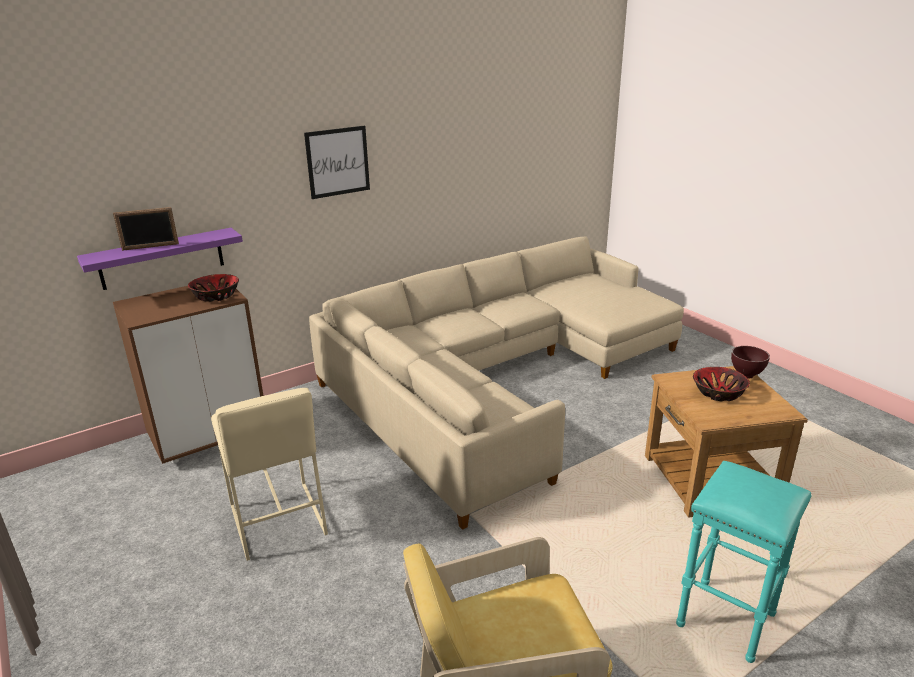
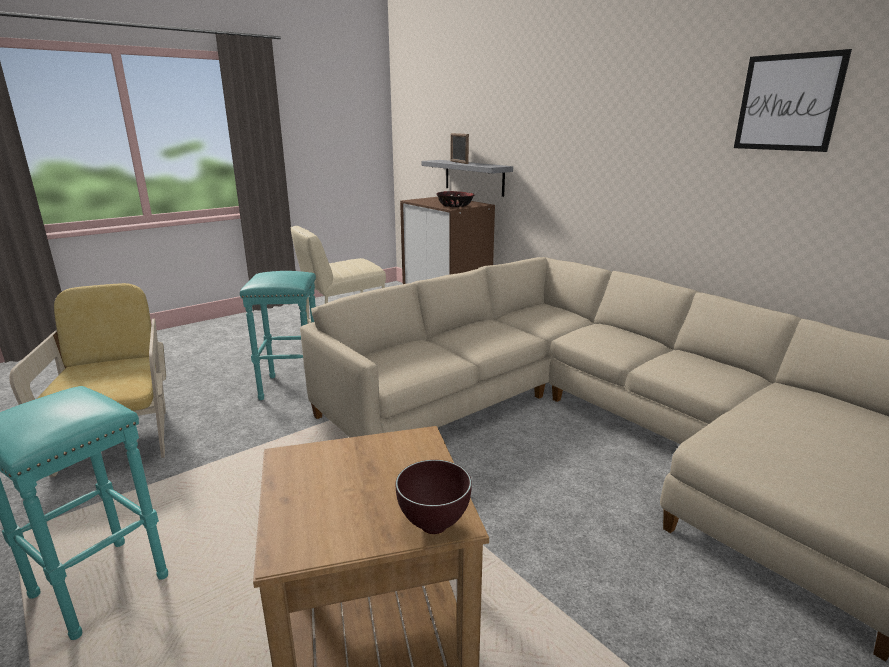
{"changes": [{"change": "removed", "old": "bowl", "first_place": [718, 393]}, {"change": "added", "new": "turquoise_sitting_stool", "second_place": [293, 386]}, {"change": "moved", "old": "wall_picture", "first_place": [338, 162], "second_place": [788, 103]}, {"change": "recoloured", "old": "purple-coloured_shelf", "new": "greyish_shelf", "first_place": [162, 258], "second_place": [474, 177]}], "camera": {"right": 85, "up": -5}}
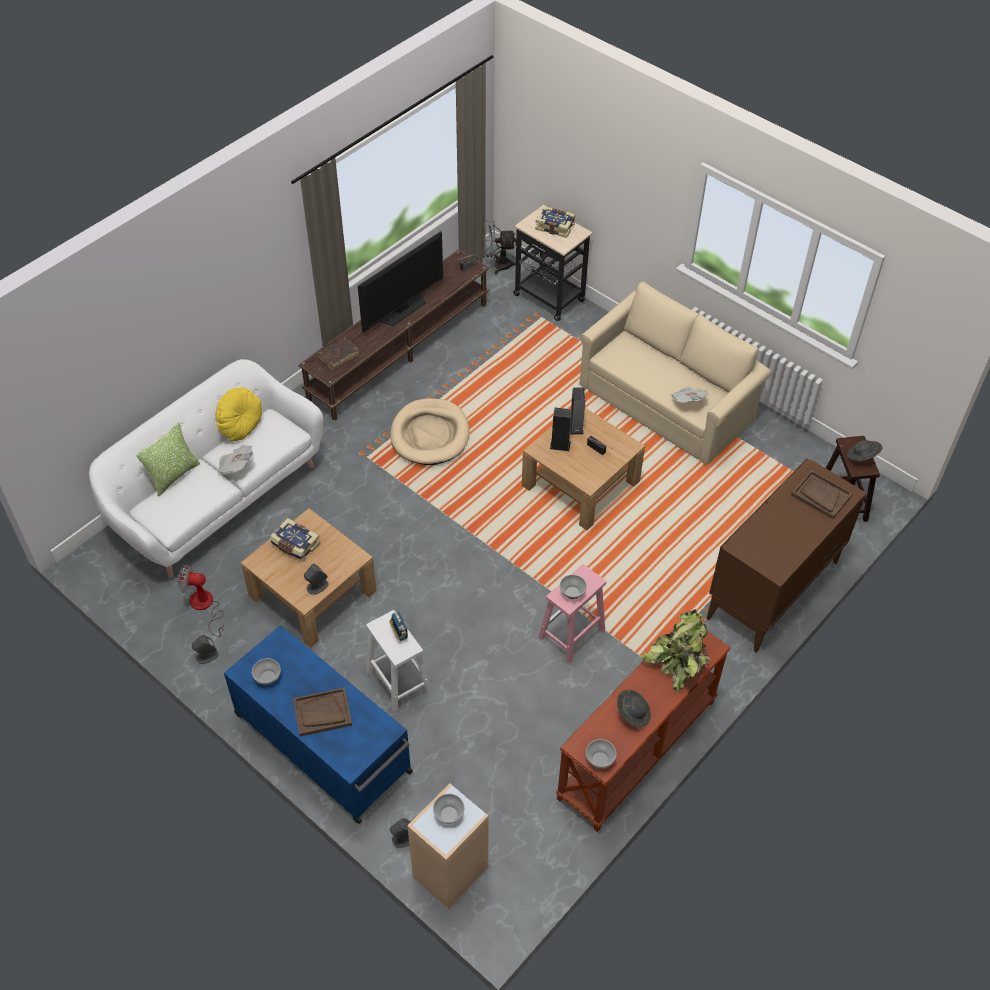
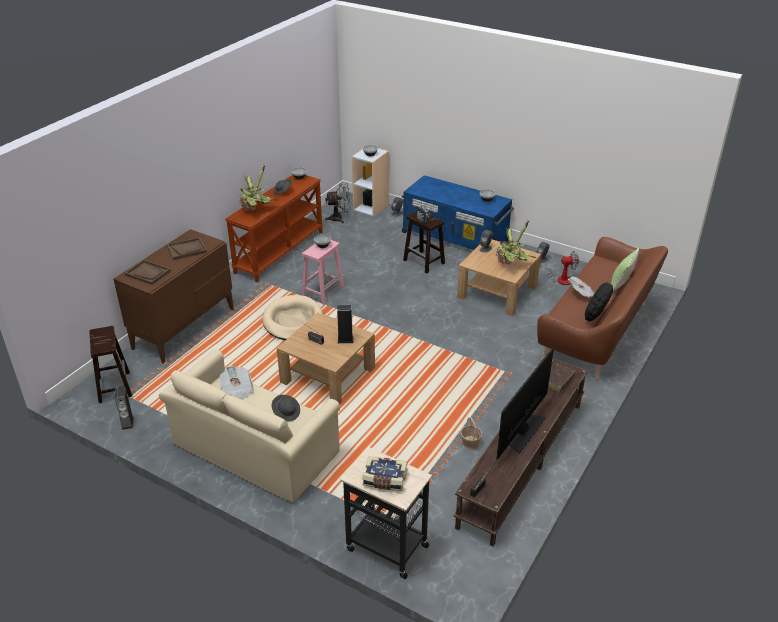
{"changes": [{"change": "added", "new": "storage_basket", "second_place": [470, 443]}, {"change": "moved", "old": "brown-coloured_carrying_tray", "first_place": [322, 713], "second_place": [187, 249]}, {"change": "moved", "old": "beige-coloured_dog_cushion", "first_place": [430, 435], "second_place": [293, 321]}, {"change": "moved", "old": "greyish_electric_fan", "first_place": [497, 265], "second_place": [340, 218]}, {"change": "moved", "old": "audio_speaker", "first_place": [576, 427], "second_place": [127, 423]}, {"change": "moved", "old": "greyish_clothing_hat", "first_place": [862, 456], "second_place": [286, 413]}, {"change": "replaced", "old": "book", "new": "plant_in_a_pot", "first_place": [295, 545], "second_place": [512, 264]}, {"change": "recoloured", "old": "white_couch", "new": "brown-coloured_couch", "first_place": [217, 499], "second_place": [597, 331]}, {"change": "recoloured", "old": "yellow-coloured_cushion", "new": "black_cushion", "first_place": [242, 429], "second_place": [596, 316]}, {"change": "recoloured", "old": "white_sitting_stool", "new": "brown-coloured_sitting_stool", "first_place": [397, 681], "second_place": [424, 262]}], "camera": {"right": 170, "up": -15}}
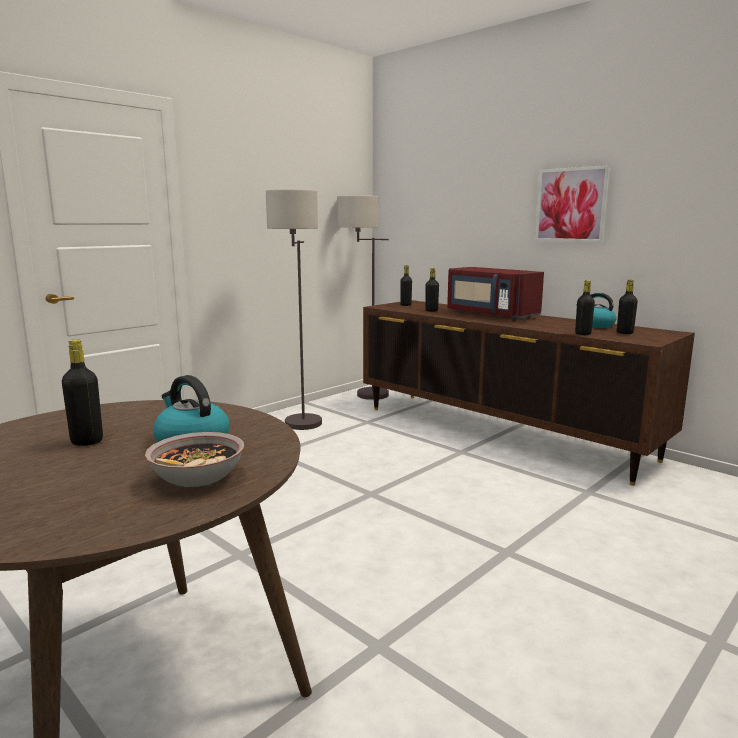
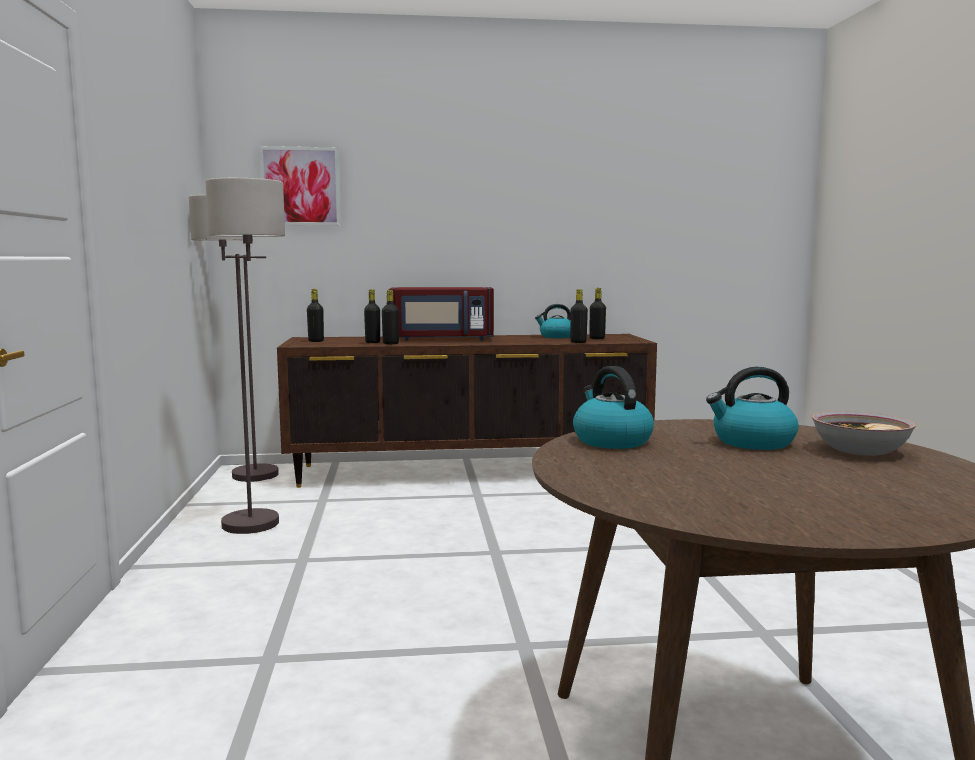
{"changes": [{"change": "added", "new": "tea_kettle", "second_place": [611, 441]}, {"change": "moved", "old": "black_drink_bottle", "first_place": [87, 441], "second_place": [390, 343]}, {"change": "moved", "old": "wall_picture", "first_place": [571, 205], "second_place": [300, 186]}], "camera": {"right": -50, "up": -5}}
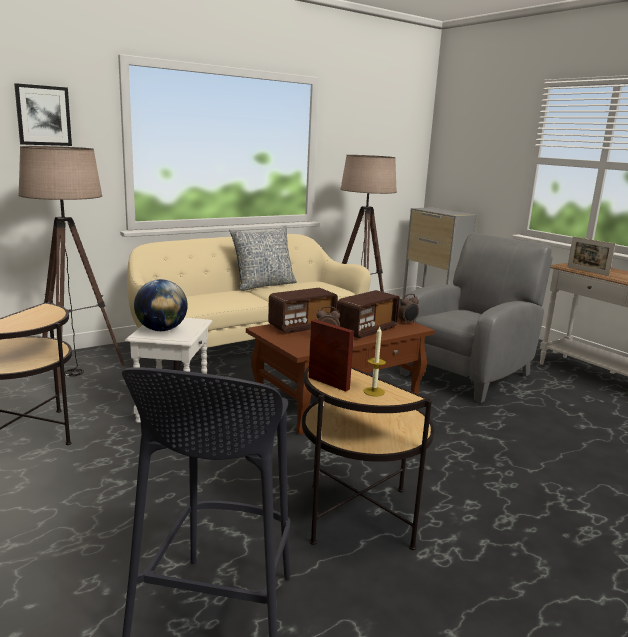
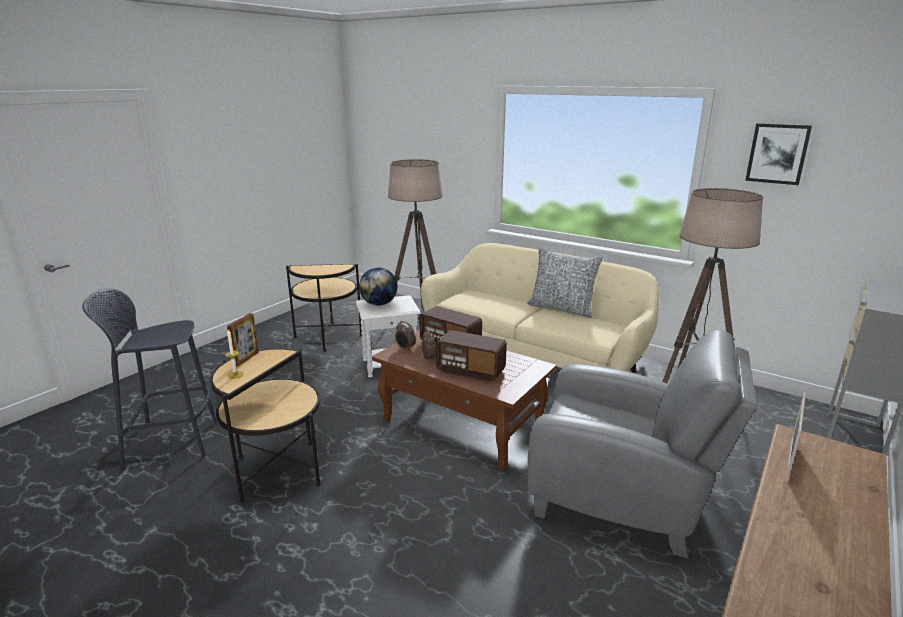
{"changes": [{"change": "moved", "old": "wall_picture", "first_place": [43, 115], "second_place": [777, 153]}, {"change": "moved", "old": "alarm_clock", "first_place": [407, 323], "second_place": [405, 349]}], "camera": {"right": 70, "up": 5}}
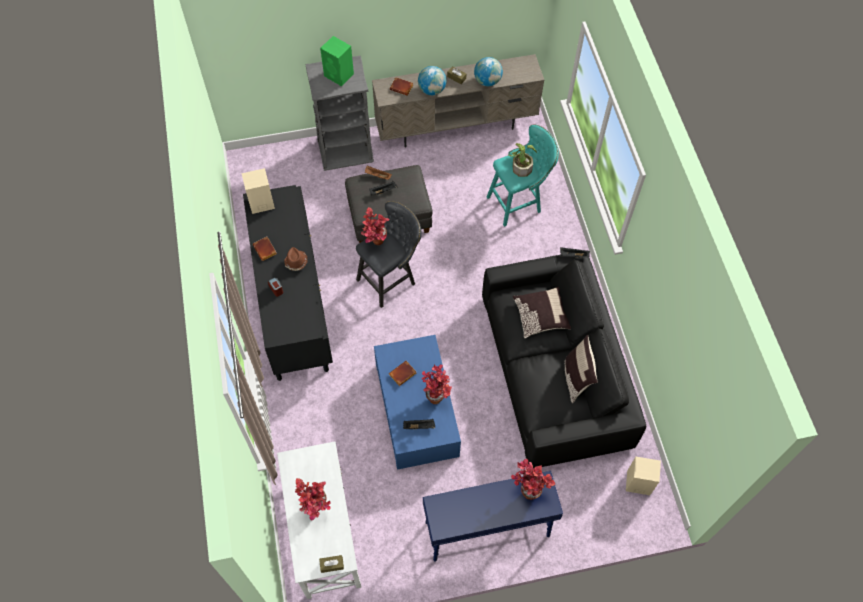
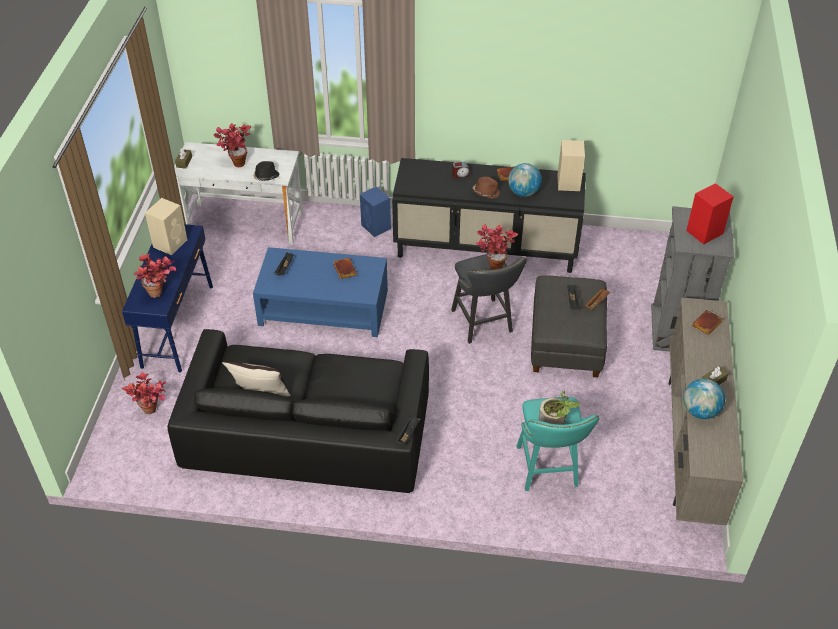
{"changes": [{"change": "removed", "old": "cushion", "first_place": [540, 316]}, {"change": "added", "new": "black_clothing_hat", "second_place": [266, 176]}, {"change": "added", "new": "bluish_audio_speaker", "second_place": [376, 227]}, {"change": "moved", "old": "world_globe", "first_place": [432, 90], "second_place": [523, 192]}, {"change": "moved", "old": "plant_in_a_pot", "first_place": [436, 395], "second_place": [153, 412]}, {"change": "moved", "old": "beige-coloured_audio_speaker", "first_place": [637, 482], "second_place": [170, 243]}, {"change": "recoloured", "old": "greenish_audio_speaker", "new": "red_audio_speaker", "first_place": [339, 75], "second_place": [704, 232]}], "camera": {"right": 110, "up": -15}}
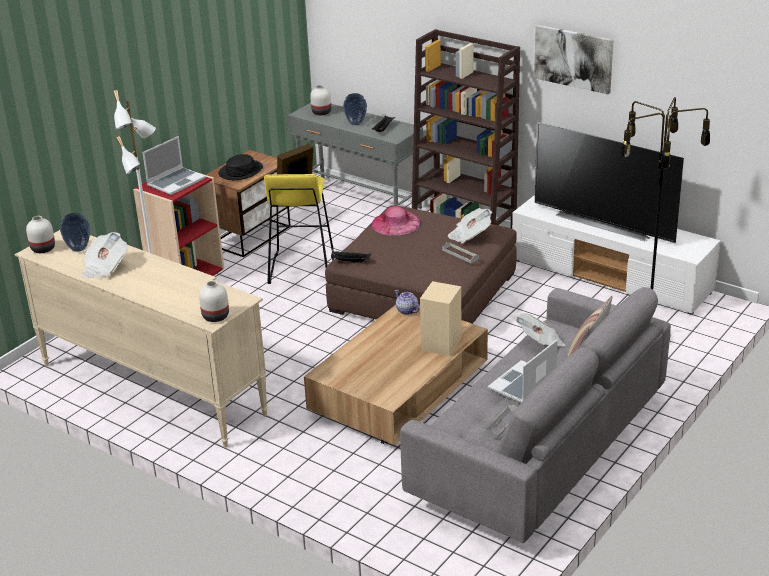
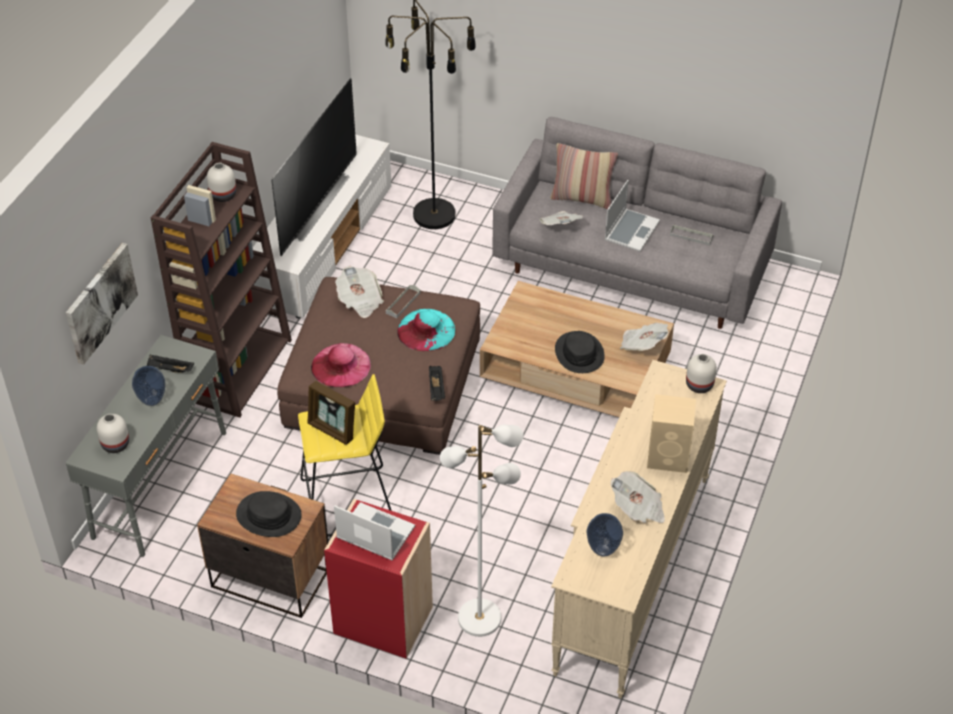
{"changes": [{"change": "removed", "old": "teapot", "first_place": [406, 310]}, {"change": "added", "new": "turquoise_clothing_hat", "second_place": [426, 330]}, {"change": "added", "new": "black_clothing_hat", "second_place": [579, 353]}, {"change": "added", "new": "daily_paper", "second_place": [642, 345]}, {"change": "moved", "old": "white_decorative_vase", "first_place": [43, 249], "second_place": [223, 195]}, {"change": "moved", "old": "beige-coloured_audio_speaker", "first_place": [441, 344], "second_place": [669, 457]}, {"change": "moved", "old": "wall_picture", "first_place": [573, 58], "second_place": [100, 302]}, {"change": "turned", "old": "portable_computer", "first_place": [522, 385], "second_place": [631, 230], "degrees": -90}], "camera": {"right": -105, "up": 15}}
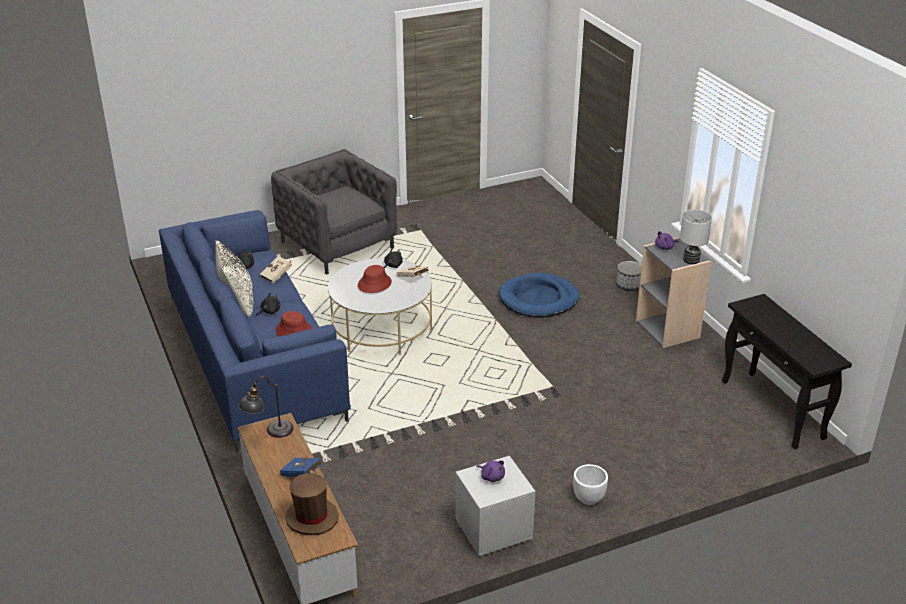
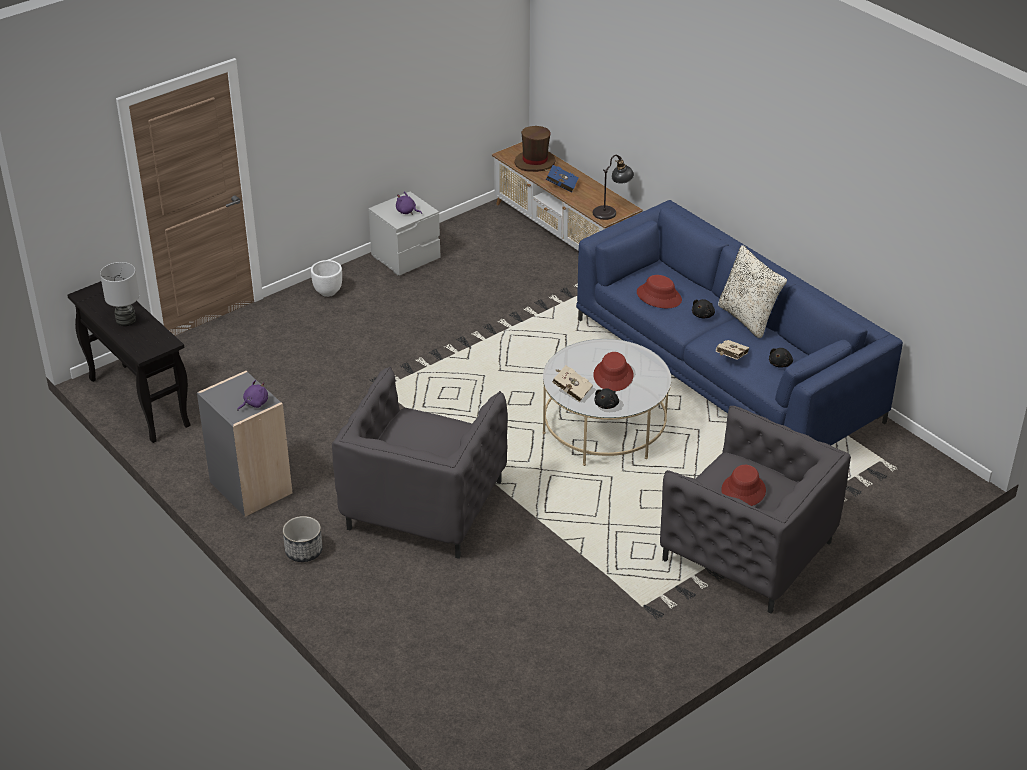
{"changes": [{"change": "added", "new": "red_clothing_hat", "second_place": [743, 490]}, {"change": "moved", "old": "greyish_lamp_for_a_table", "first_place": [691, 260], "second_place": [126, 320]}, {"change": "replaced", "old": "bluish_dog_cushion", "new": "greyish_armchair", "first_place": [539, 299], "second_place": [424, 505]}], "camera": {"right": 165, "up": 5}}
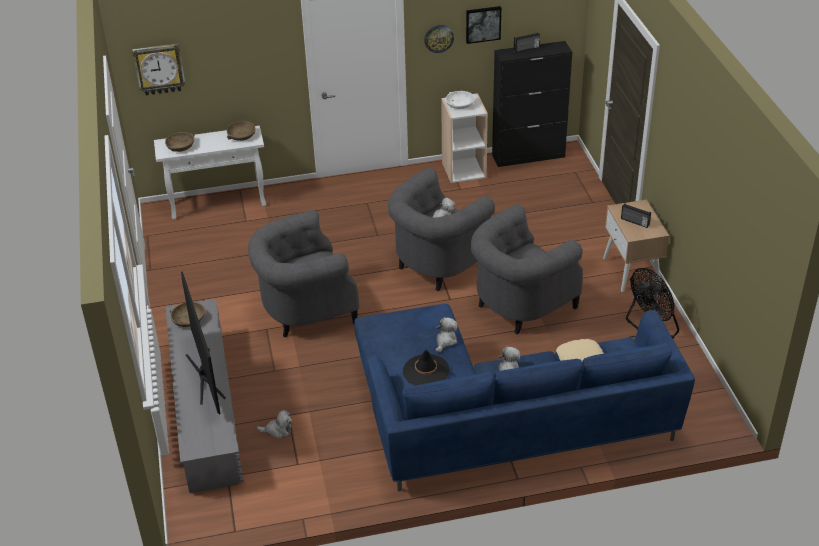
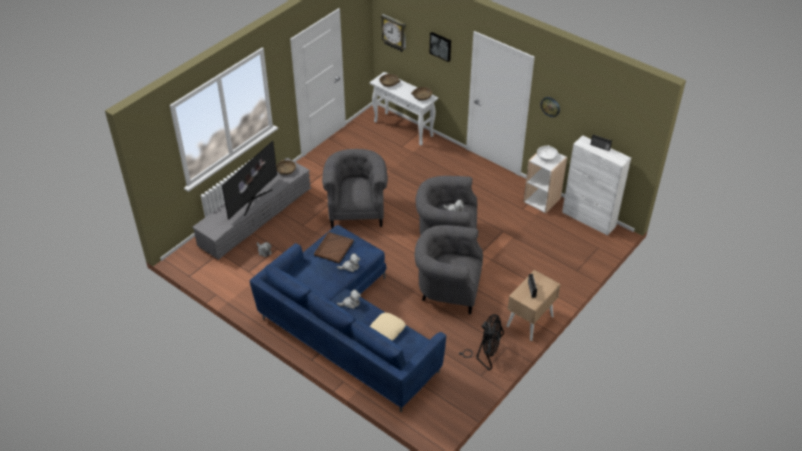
{"changes": [{"change": "removed", "old": "black_clothing_hat", "first_place": [426, 371]}, {"change": "added", "new": "brown-coloured_carrying_tray", "second_place": [333, 248]}, {"change": "moved", "old": "wall_picture", "first_place": [483, 24], "second_place": [441, 46]}, {"change": "recoloured", "old": "black_cupboard", "new": "white_cupboard", "first_place": [529, 156], "second_place": [589, 219]}, {"change": "turned", "old": "greyish_armchair", "first_place": [306, 310], "second_place": [356, 209], "degrees": 60}], "camera": {"right": 50, "up": 5}}
